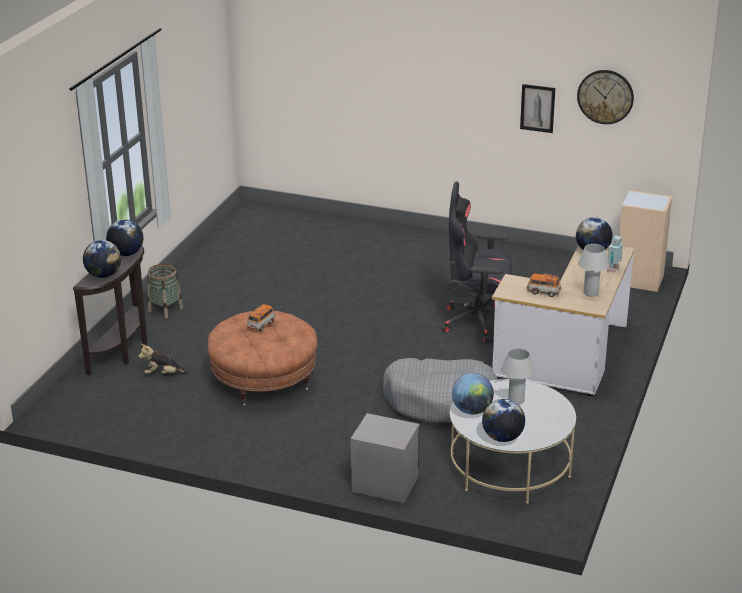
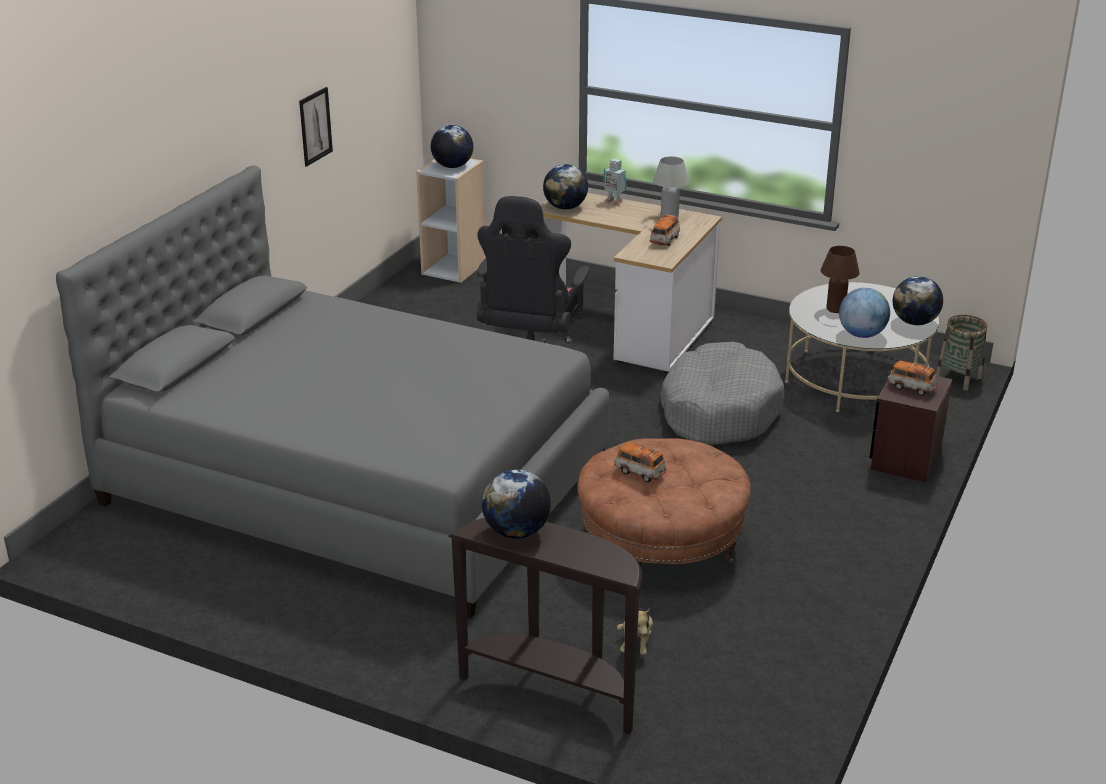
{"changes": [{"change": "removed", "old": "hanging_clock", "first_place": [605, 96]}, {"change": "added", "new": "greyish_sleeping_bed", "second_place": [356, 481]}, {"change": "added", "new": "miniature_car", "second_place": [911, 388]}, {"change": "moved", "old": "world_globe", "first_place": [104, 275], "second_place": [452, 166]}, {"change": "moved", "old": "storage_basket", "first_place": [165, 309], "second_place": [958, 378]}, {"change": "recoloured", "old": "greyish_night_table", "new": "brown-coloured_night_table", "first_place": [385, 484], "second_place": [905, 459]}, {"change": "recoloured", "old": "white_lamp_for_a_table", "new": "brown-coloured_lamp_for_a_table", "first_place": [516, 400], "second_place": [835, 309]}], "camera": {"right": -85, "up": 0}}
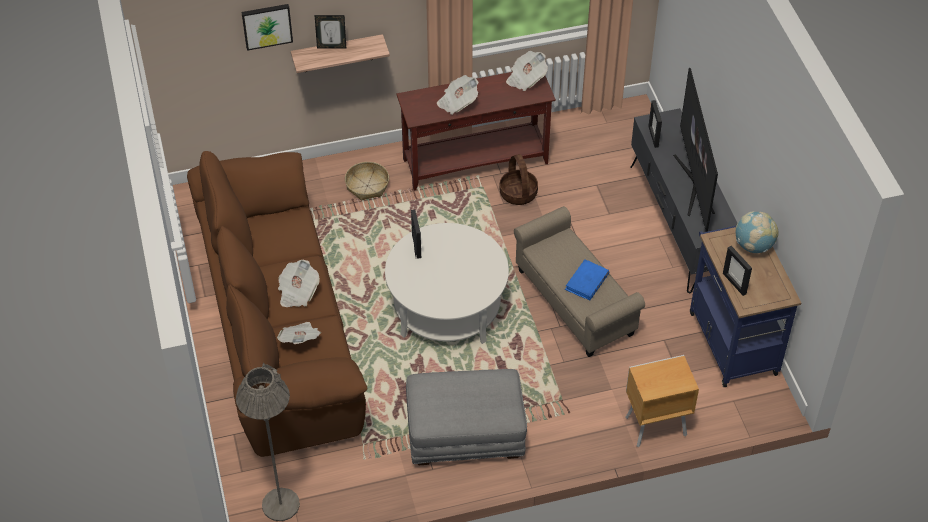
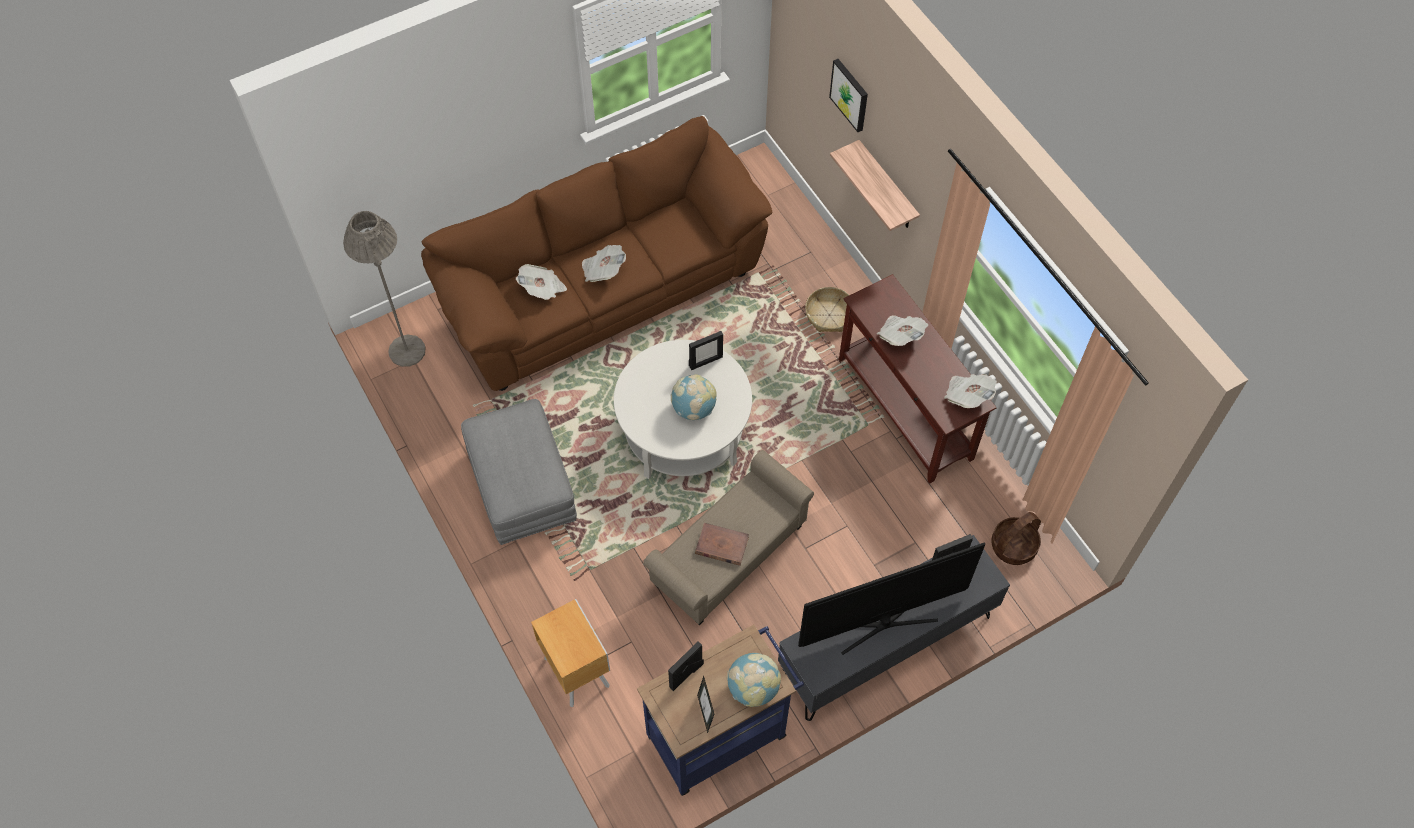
{"changes": [{"change": "added", "new": "world_globe", "second_place": [693, 409]}, {"change": "moved", "old": "picture_frame", "first_place": [331, 46], "second_place": [705, 713]}, {"change": "moved", "old": "storage_basket", "first_place": [518, 193], "second_place": [1013, 545]}, {"change": "recoloured", "old": "bluish_book", "new": "brown-coloured_book", "first_place": [587, 282], "second_place": [721, 545]}], "camera": {"right": 75, "up": 10}}
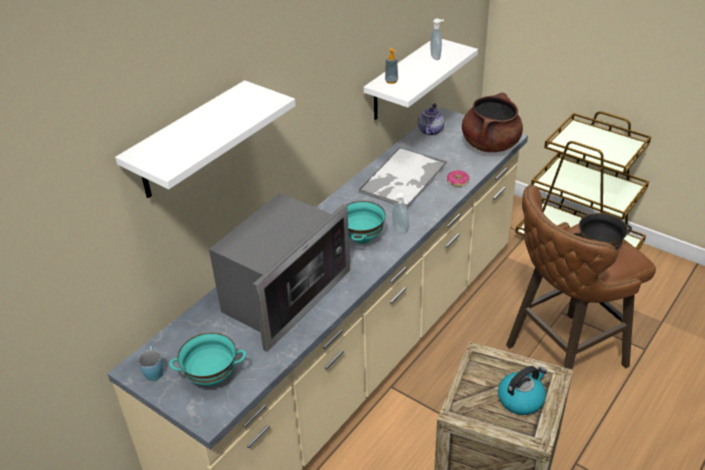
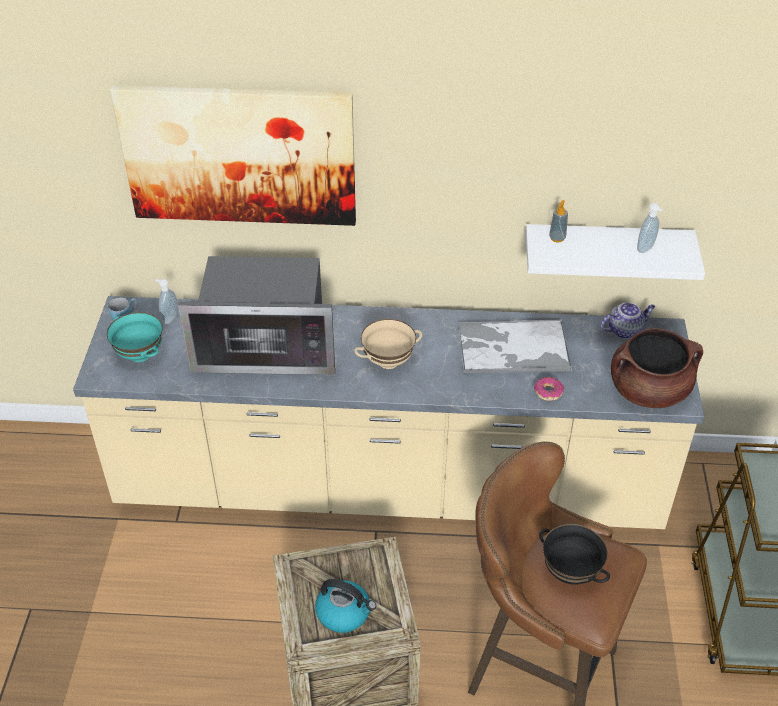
{"changes": [{"change": "moved", "old": "liquid_soap_bottle", "first_place": [399, 230], "second_place": [169, 318]}, {"change": "replaced", "old": "white_shelf", "new": "wall_picture", "first_place": [189, 141], "second_place": [239, 155]}, {"change": "recoloured", "old": "turquoise_bowl", "new": "beige-coloured_bowl", "first_place": [362, 238], "second_place": [388, 362]}], "camera": {"right": 55, "up": 5}}
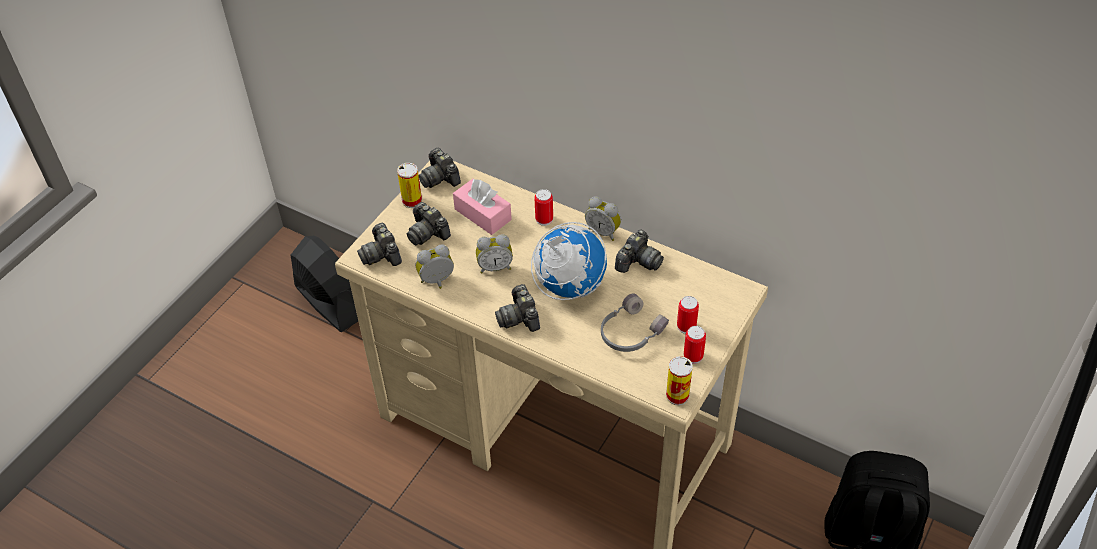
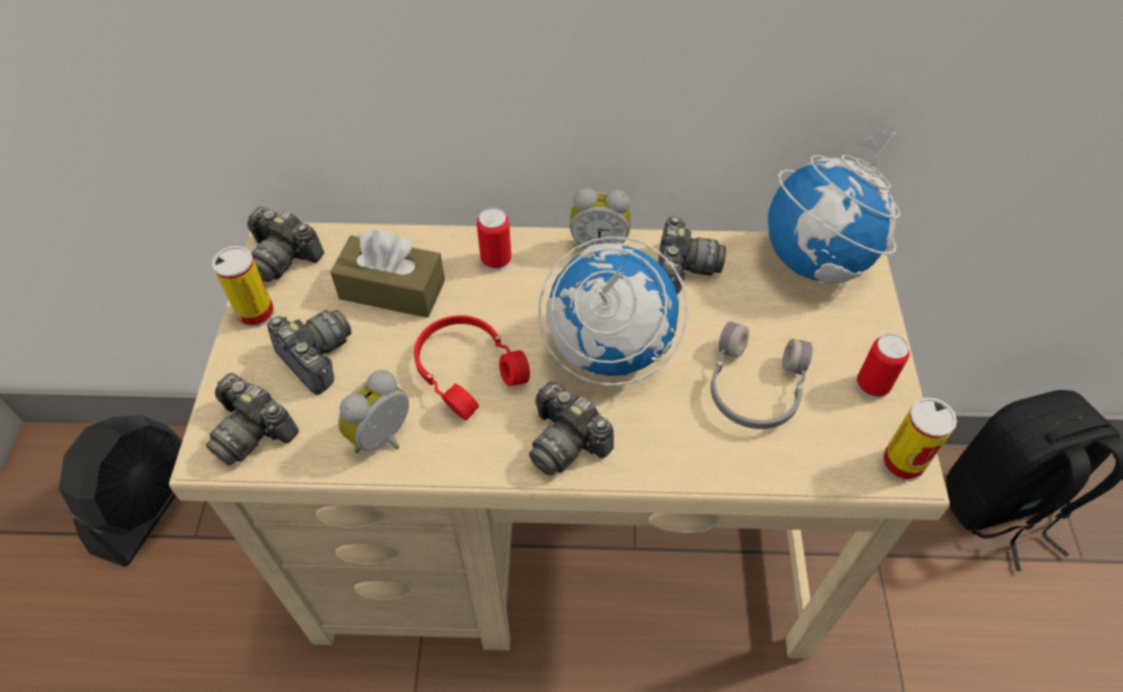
{"changes": [{"change": "removed", "old": "can", "first_place": [686, 326]}, {"change": "added", "new": "world_globe", "second_place": [818, 261]}, {"change": "replaced", "old": "alarm_clock", "new": "red_headphones", "first_place": [495, 267], "second_place": [468, 370]}, {"change": "recoloured", "old": "pink_box_of_tissues", "new": "brown-coloured_box_of_tissues", "first_place": [483, 214], "second_place": [392, 290]}, {"change": "turned", "old": "black_electric_fan", "first_place": [329, 302], "second_place": [148, 504], "degrees": 90}, {"change": "turned", "old": "still_camera", "first_place": [427, 233], "second_place": [316, 357], "degrees": -150}], "camera": {"right": -30, "up": 5}}
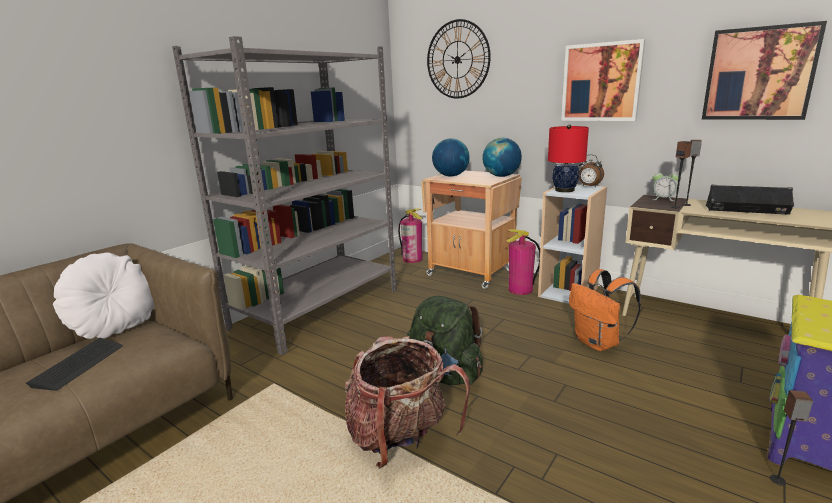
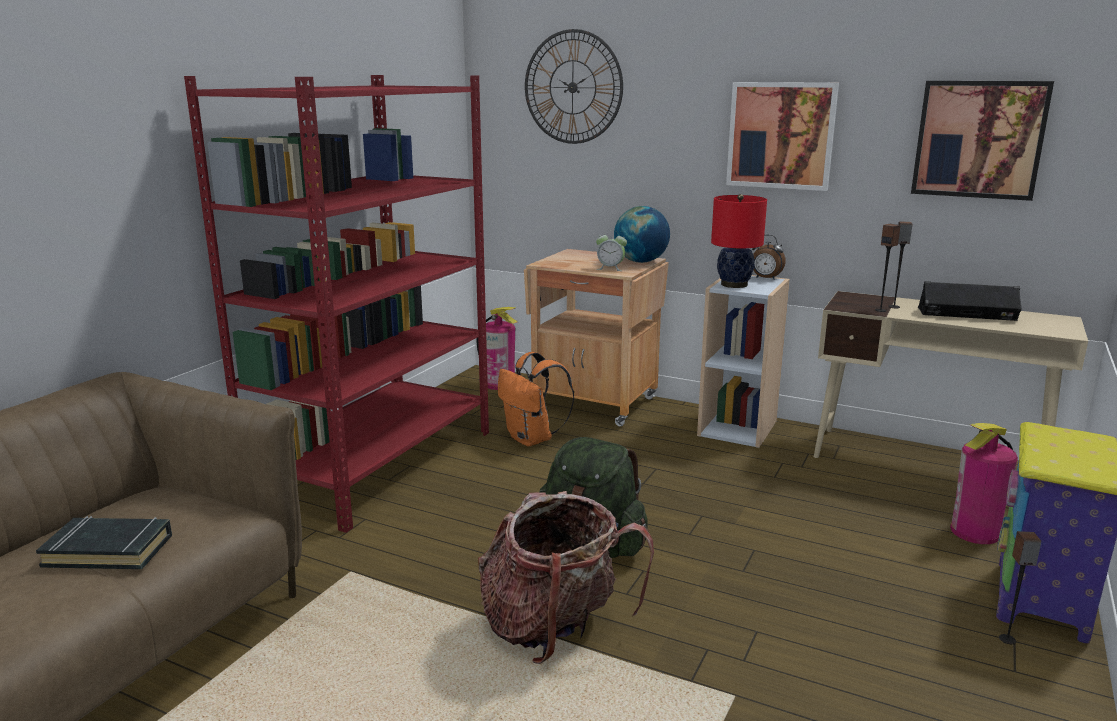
{"changes": [{"change": "removed", "old": "white_cushion", "first_place": [116, 329]}, {"change": "removed", "old": "world_globe", "first_place": [450, 176]}, {"change": "moved", "old": "extinguisher", "first_place": [520, 290], "second_place": [975, 532]}, {"change": "moved", "old": "orange-coloured_knapsack", "first_place": [598, 343], "second_place": [532, 439]}, {"change": "moved", "old": "alarm_clock", "first_place": [663, 199], "second_place": [610, 268]}, {"change": "replaced", "old": "PC_keyboard", "new": "black_book", "first_place": [79, 365], "second_place": [109, 550]}, {"change": "recoloured", "old": "greyish_bookcase", "new": "red_bookcase", "first_place": [318, 308], "second_place": [376, 464]}], "camera": {"right": -10, "up": 0}}
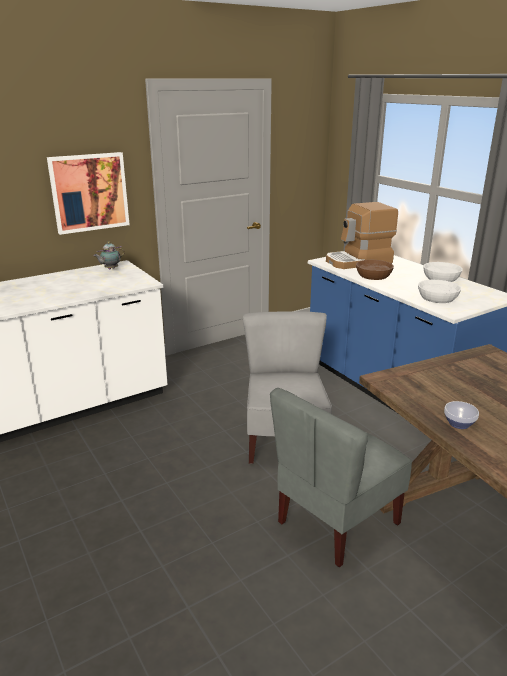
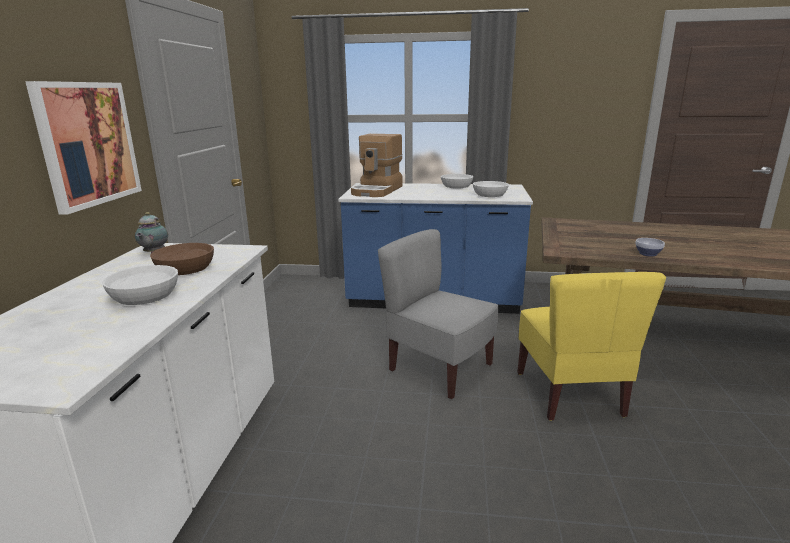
{"changes": [{"change": "added", "new": "white_bowl", "second_place": [145, 296]}, {"change": "moved", "old": "brown-coloured_bowl", "first_place": [373, 276], "second_place": [184, 269]}, {"change": "recoloured", "old": "greyish_chair", "new": "yellow-coloured_chair", "first_place": [336, 522], "second_place": [571, 394]}], "camera": {"right": -50, "up": -5}}
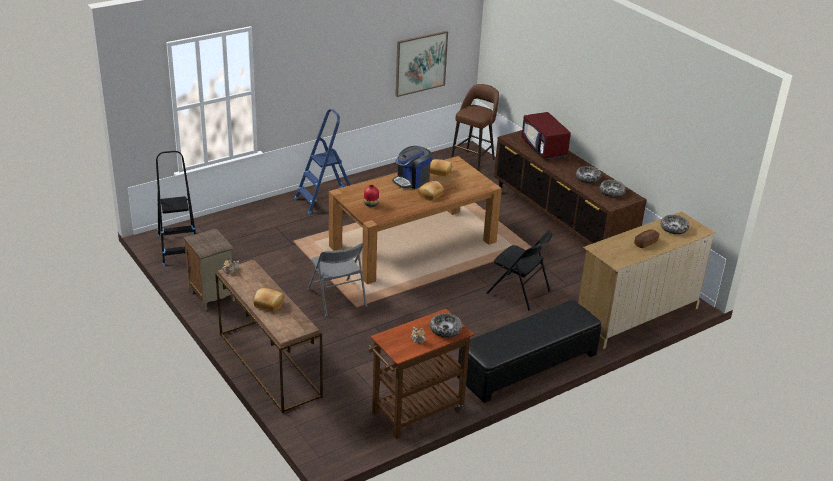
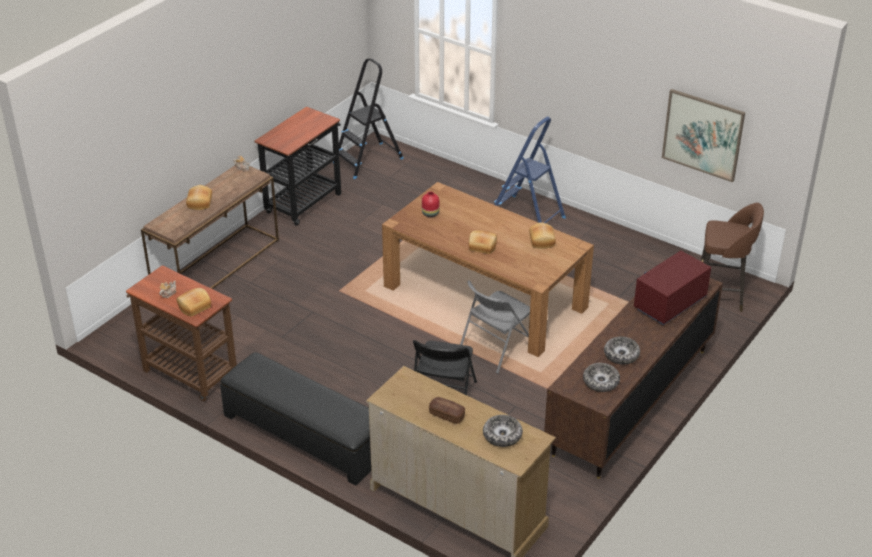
{"changes": [{"change": "removed", "old": "coffee_maker", "first_place": [412, 181]}, {"change": "moved", "old": "greyish_chair", "first_place": [336, 298], "second_place": [497, 347]}, {"change": "replaced", "old": "beige-coloured_night_table", "new": "black_wheeled_cart", "first_place": [212, 295], "second_place": [304, 203]}, {"change": "replaced", "old": "bowl", "new": "baked_bread", "first_place": [445, 329], "second_place": [194, 306]}], "camera": {"right": 70, "up": 5}}
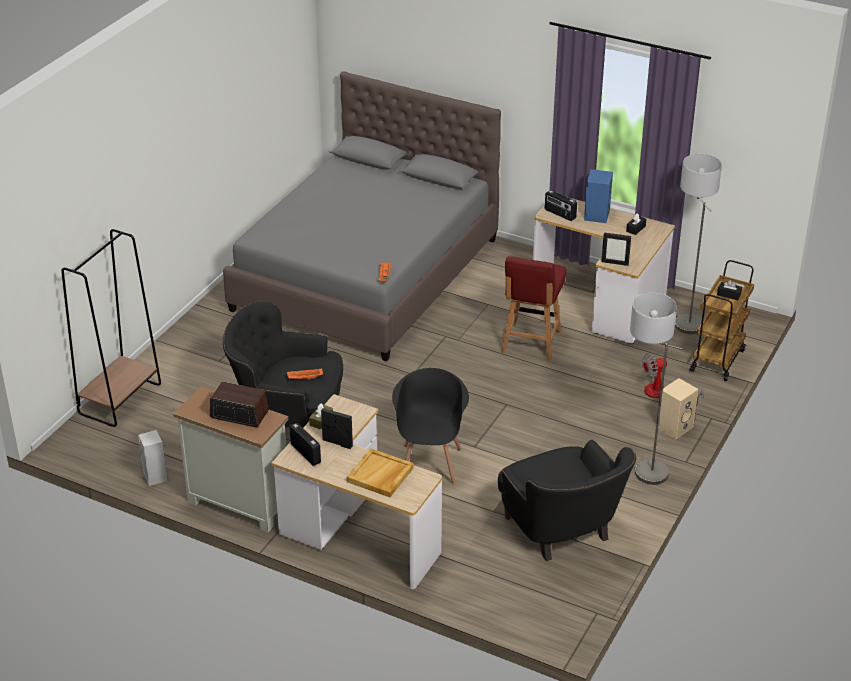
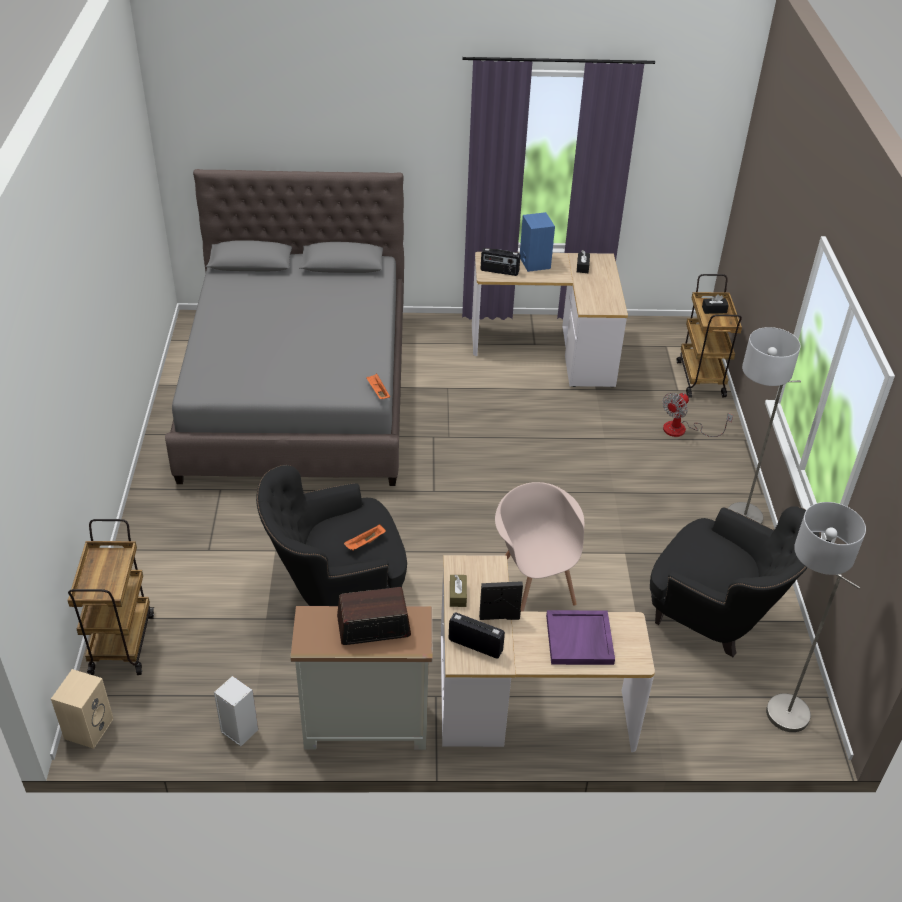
{"changes": [{"change": "removed", "old": "red_chair", "first_place": [530, 343]}, {"change": "removed", "old": "picture_frame", "first_place": [615, 262]}, {"change": "moved", "old": "beige-coloured_audio_speaker", "first_place": [674, 426], "second_place": [88, 727]}, {"change": "moved", "old": "greyish_floor_lamp", "first_place": [685, 320], "second_place": [776, 706]}, {"change": "replaced", "old": "garment_stand", "new": "brown-coloured_wheeled_cart", "first_place": [120, 400], "second_place": [122, 644]}, {"change": "recoloured", "old": "beige-coloured_carrying_tray", "new": "purple-coloured_carrying_tray", "first_place": [380, 475], "second_place": [580, 640]}, {"change": "recoloured", "old": "black_chair", "new": "beige-coloured_chair", "first_place": [430, 464], "second_place": [532, 590]}], "camera": {"right": -30, "up": 5}}
